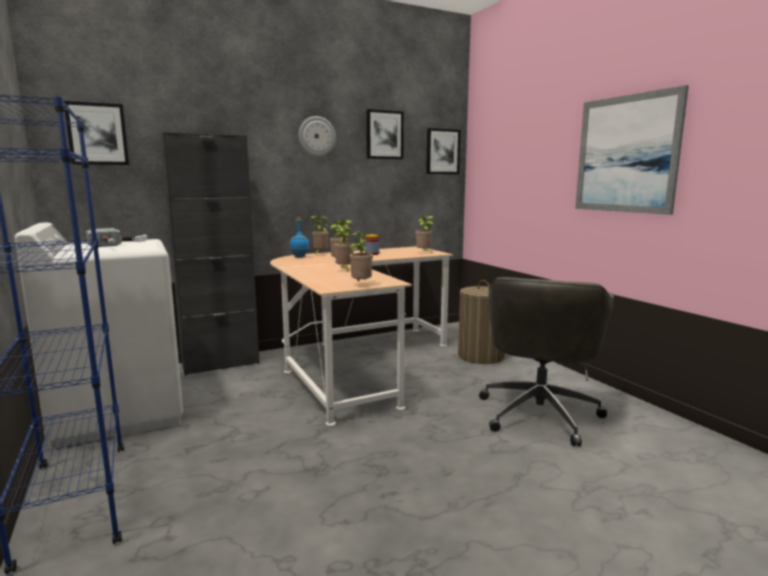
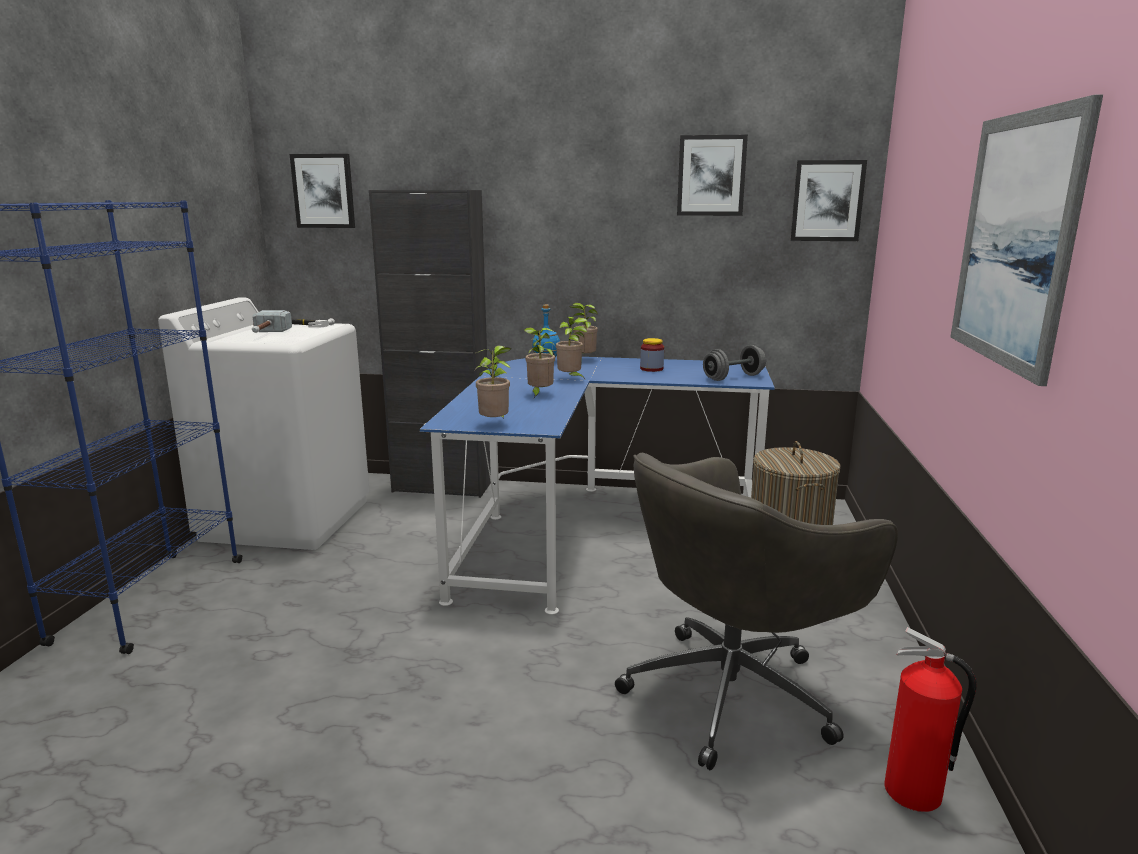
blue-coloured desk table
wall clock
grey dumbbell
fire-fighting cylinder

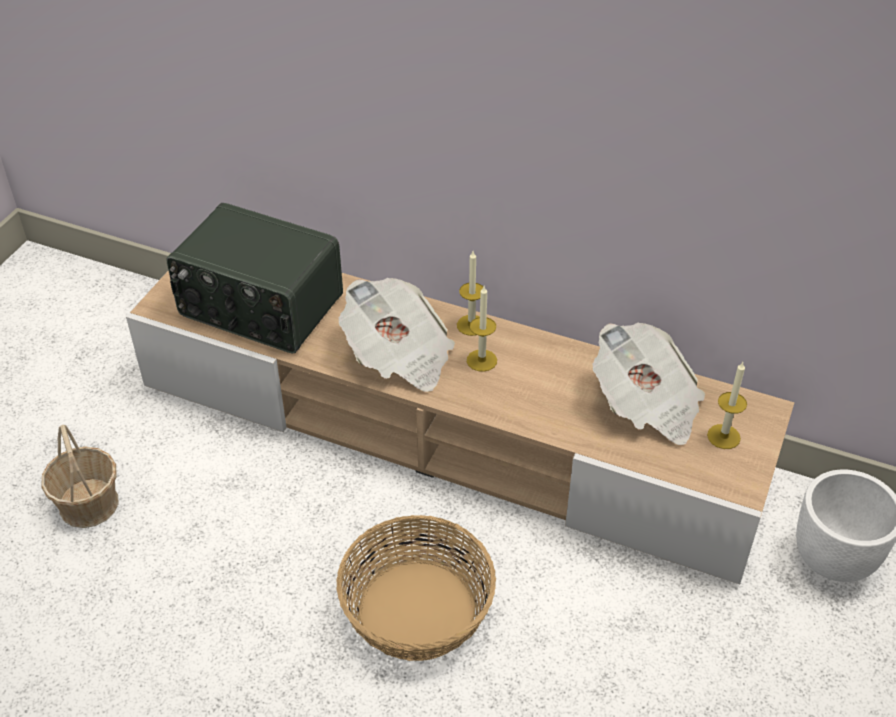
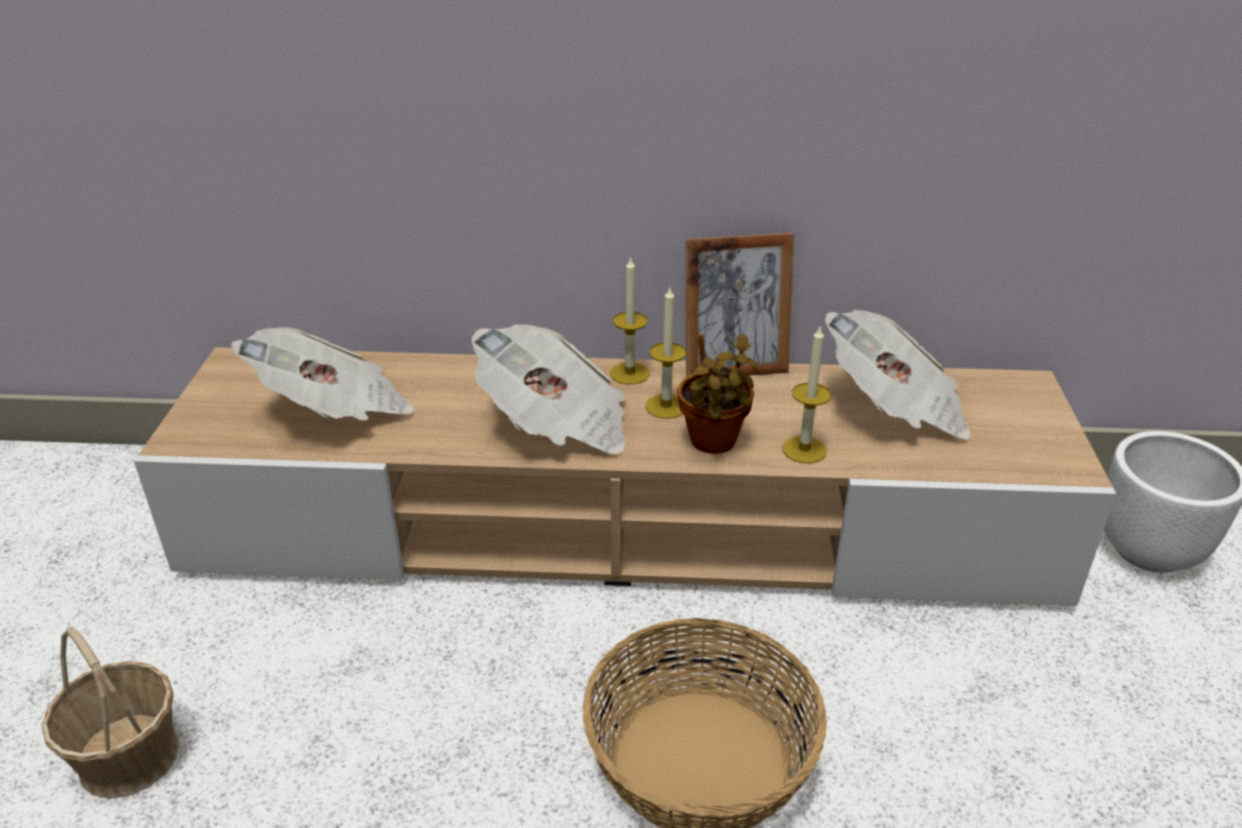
newspaper (no. 1 from left)
wax candle (no. 3 from left)
houseplant
photo frame

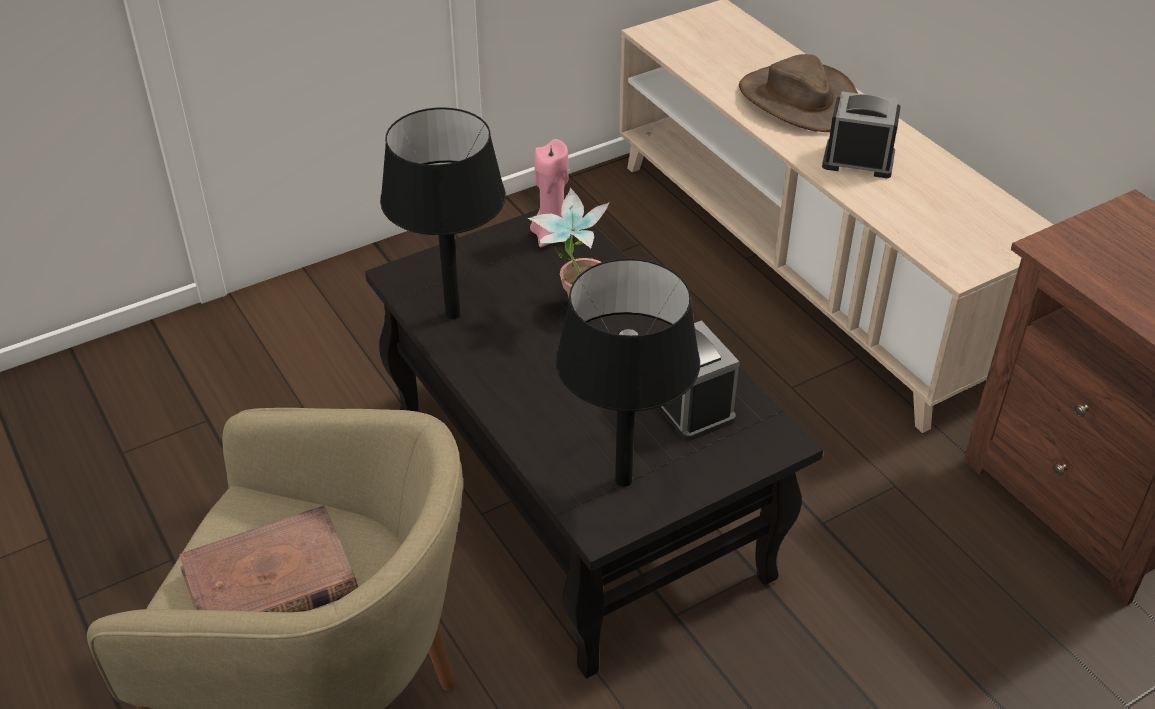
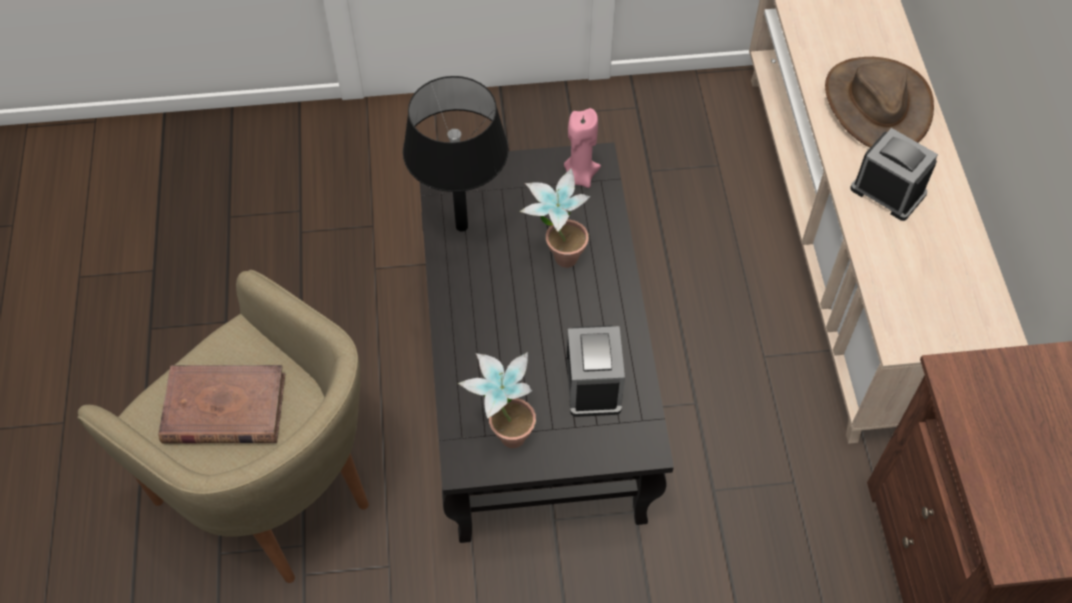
houseplant (no. 1 from left)

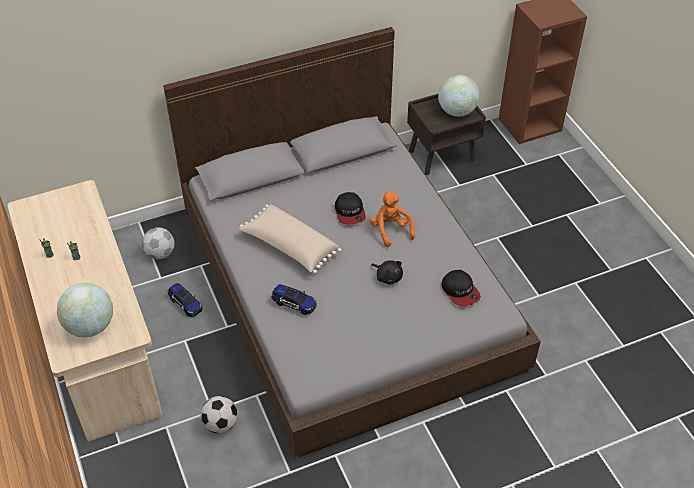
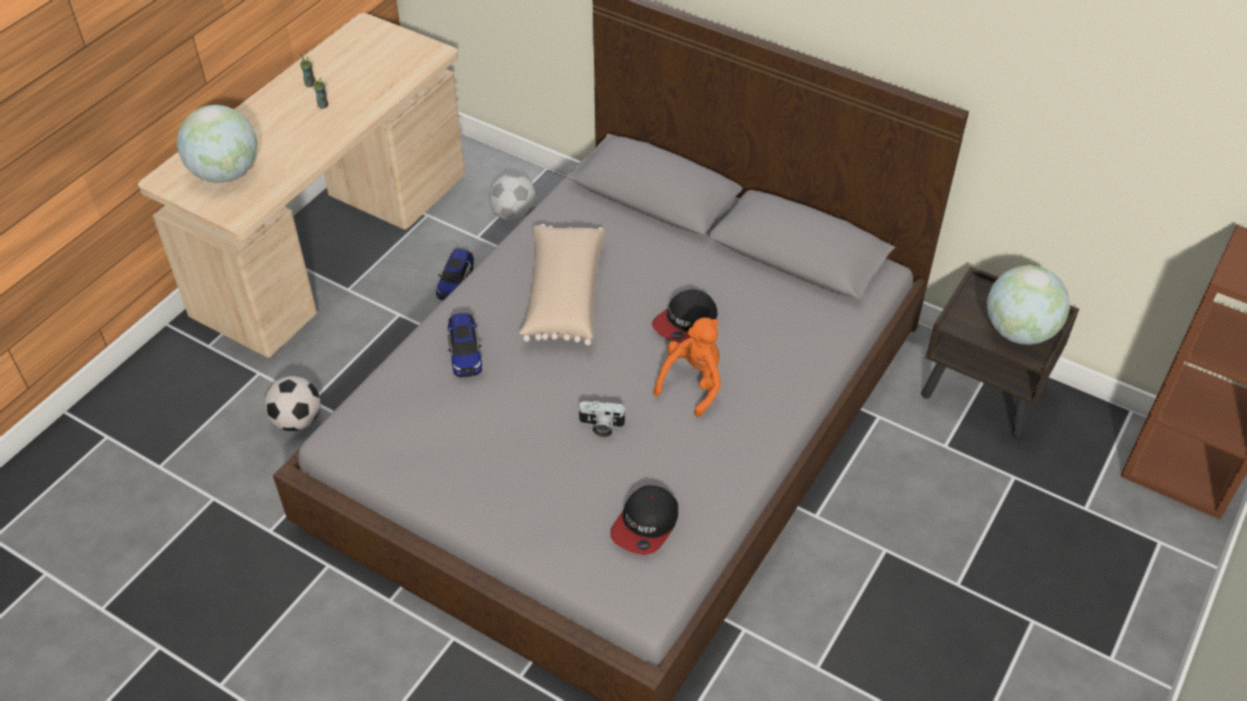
photo camera

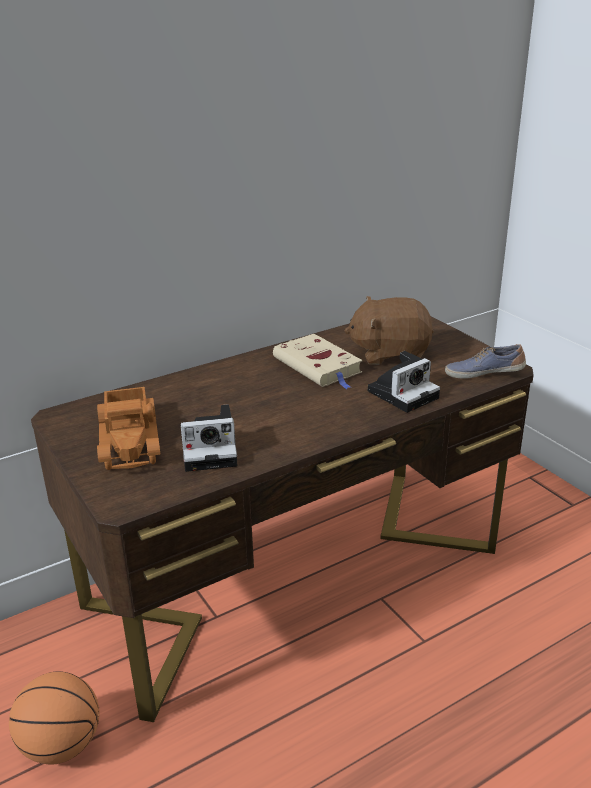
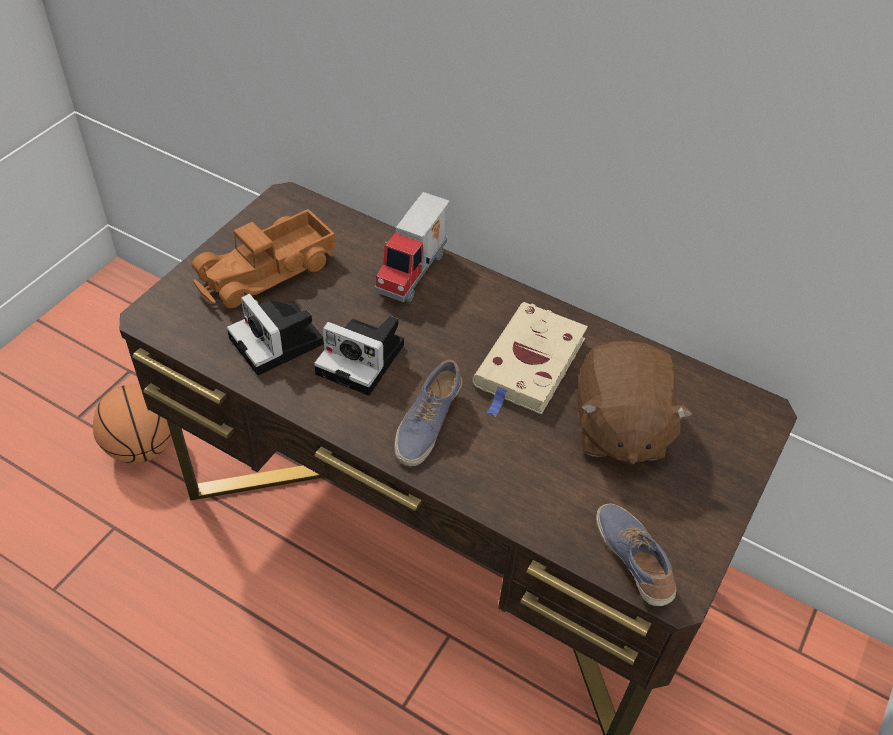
brown-coloured plush toy
photo camera (no. 2 from left)
toy truck (no. 2 from left)
shoe (no. 1 from left)

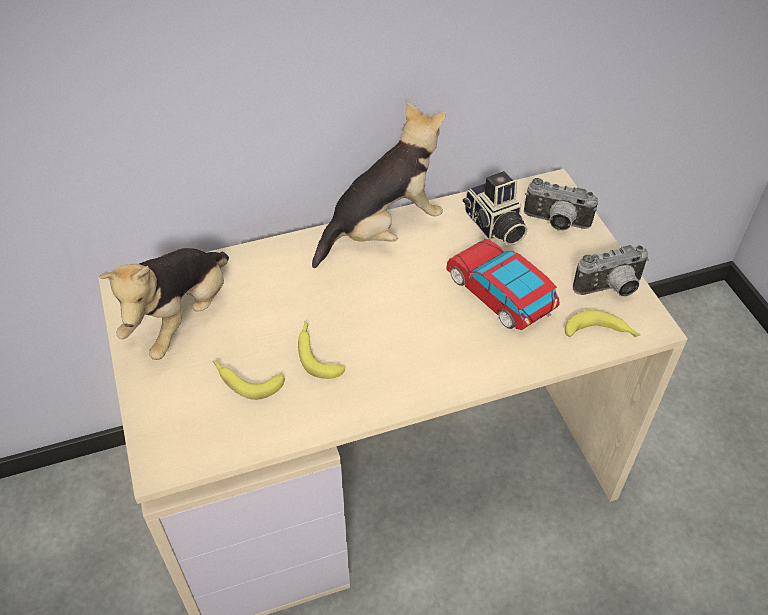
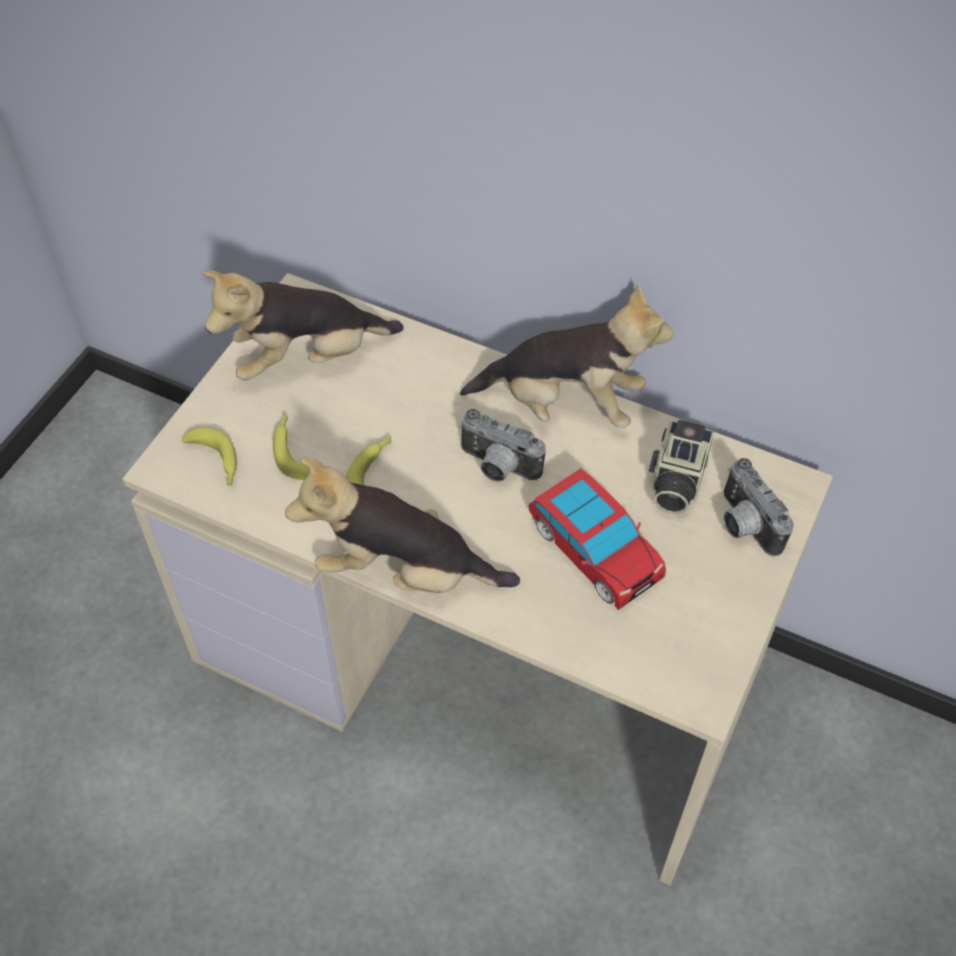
miniature car
banana fruit (no. 1 from left)
photo camera (no. 1 from left)
plush toy (no. 2 from left)

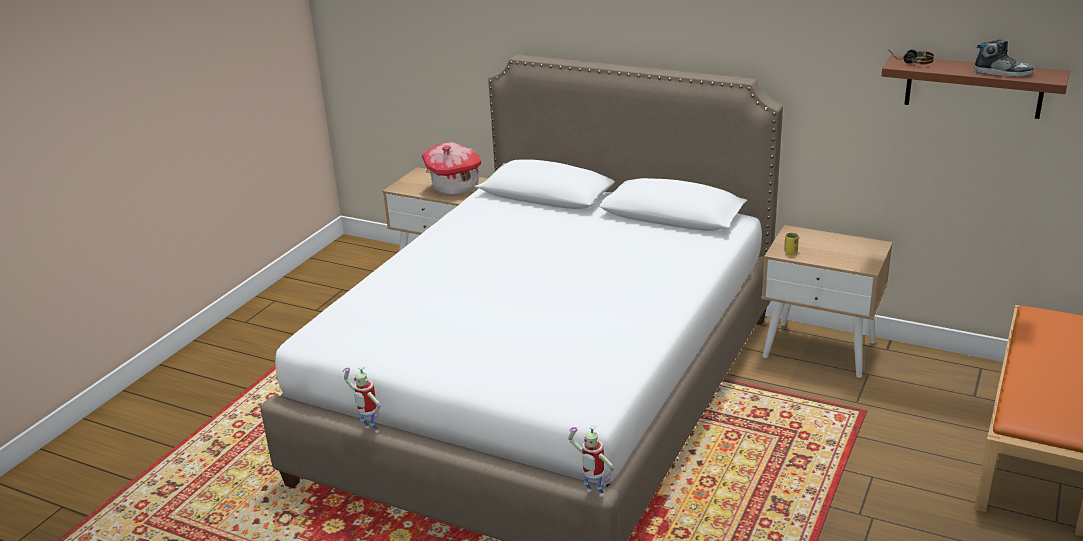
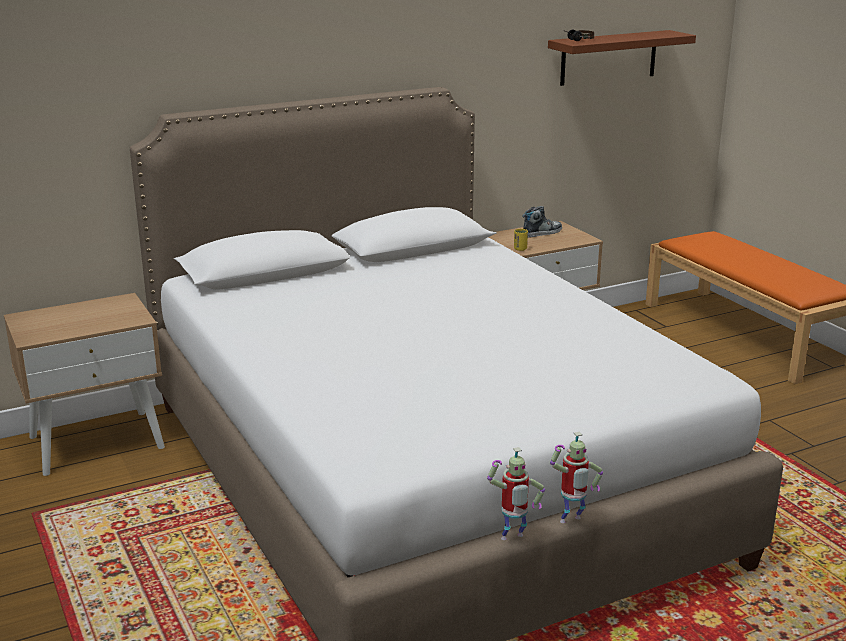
toy house
robot figure (no. 2 from left)
shoe

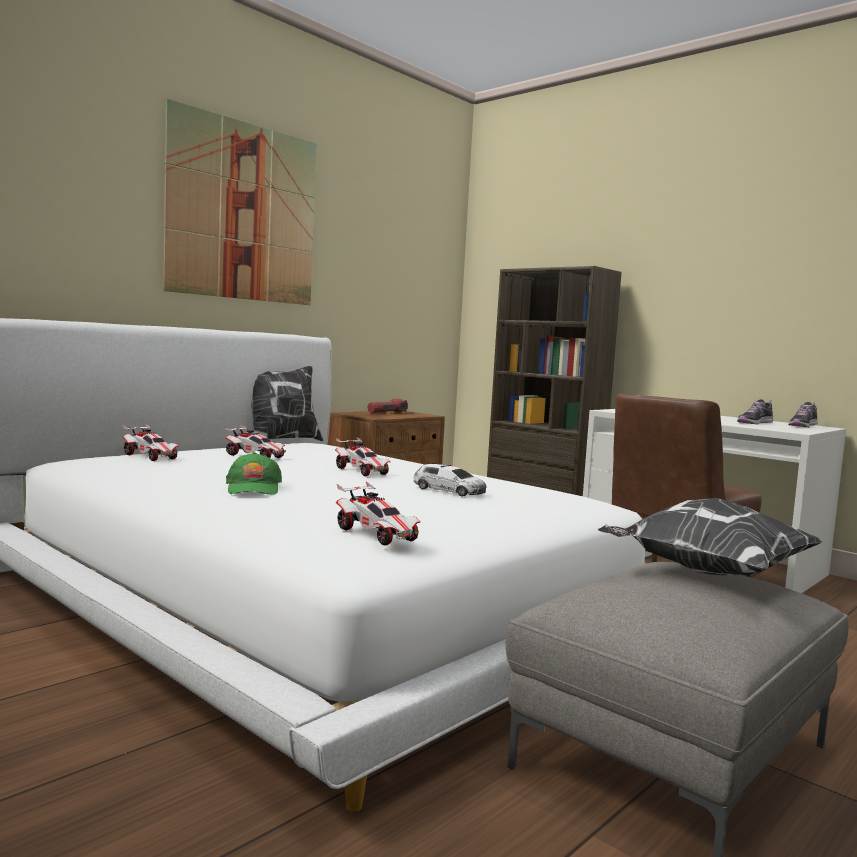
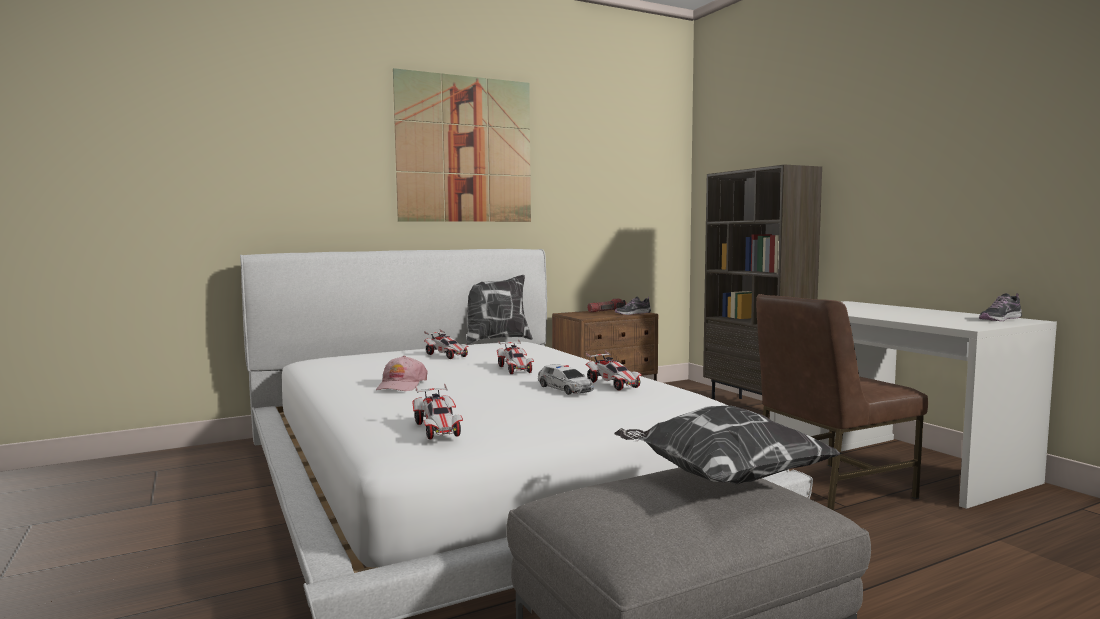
miniature car (no. 5 from left)
pinkish peaked cap
shoe (no. 1 from left)

